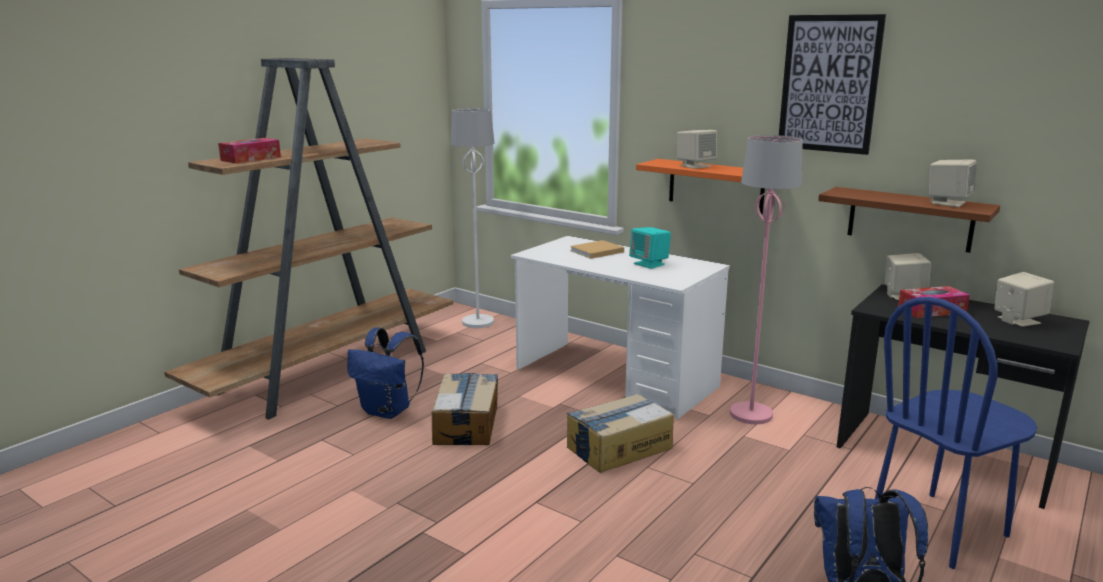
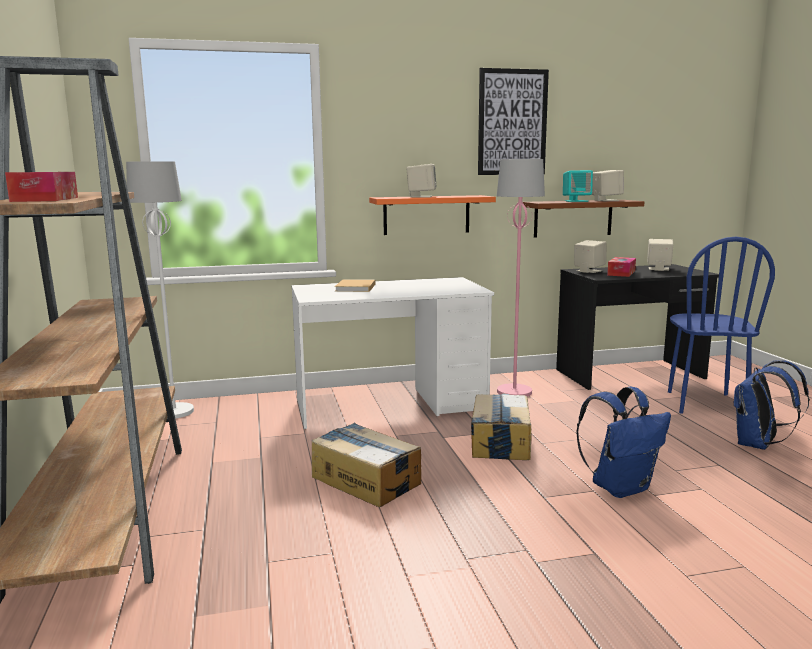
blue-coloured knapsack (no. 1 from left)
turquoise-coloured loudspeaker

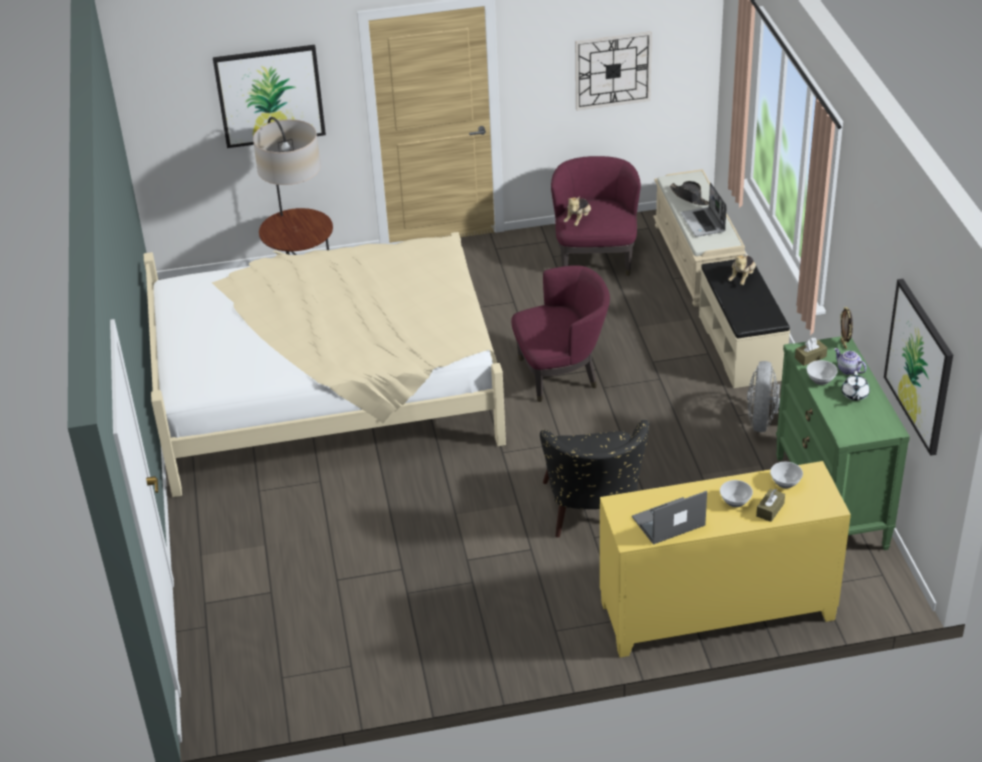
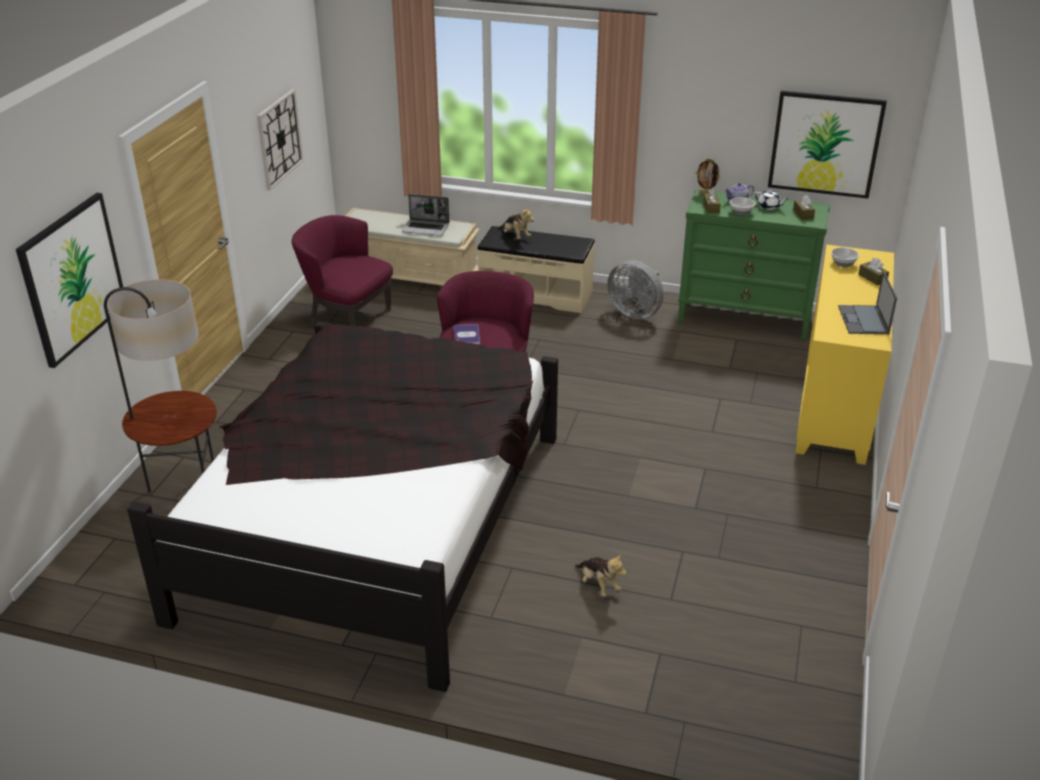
black-coloured sleeping bed
black-coloured easy chair
plush toy (no. 2 from left)
black-coloured clothing hat
bowl (no. 1 from left in the first image)
bound book
brown-coloured tissue holder (no. 2 from left)

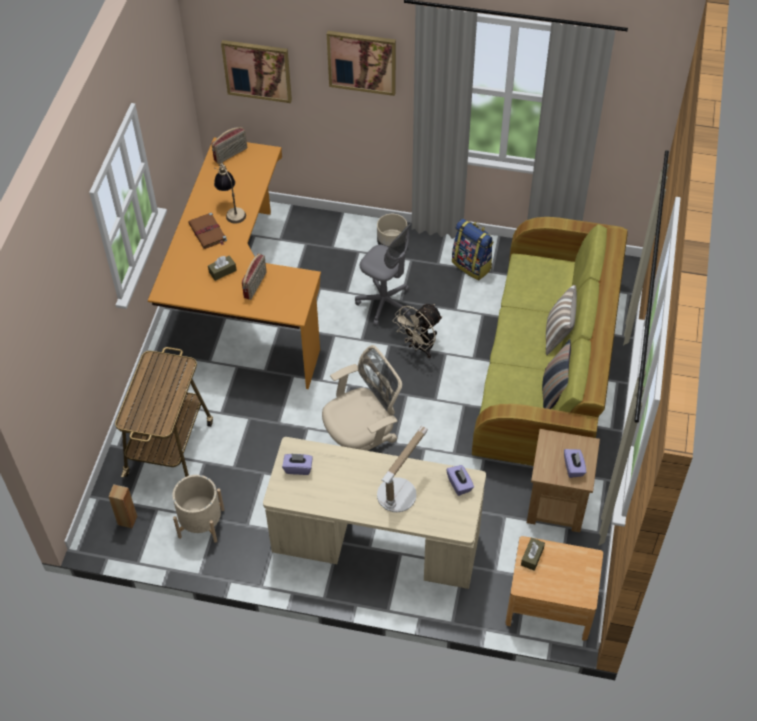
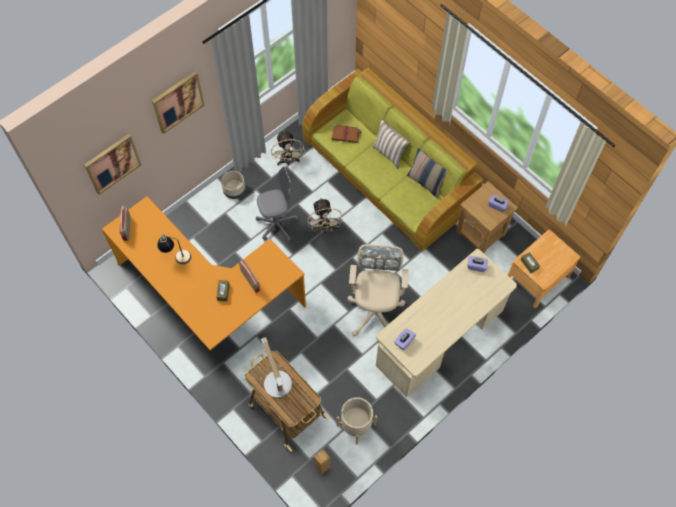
brown-coloured bound book
table lamp (no. 2 from left)
sand-coloured fan (no. 1 from left)

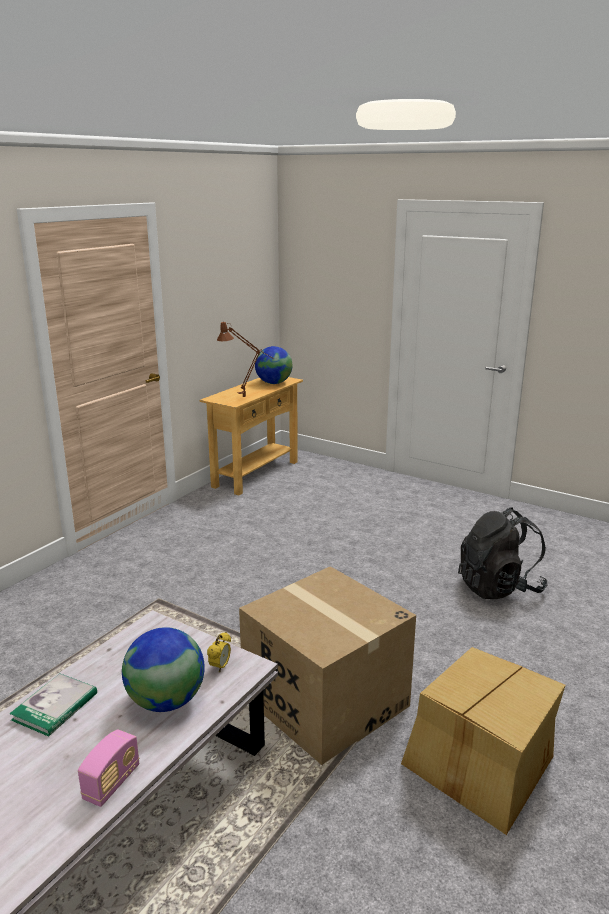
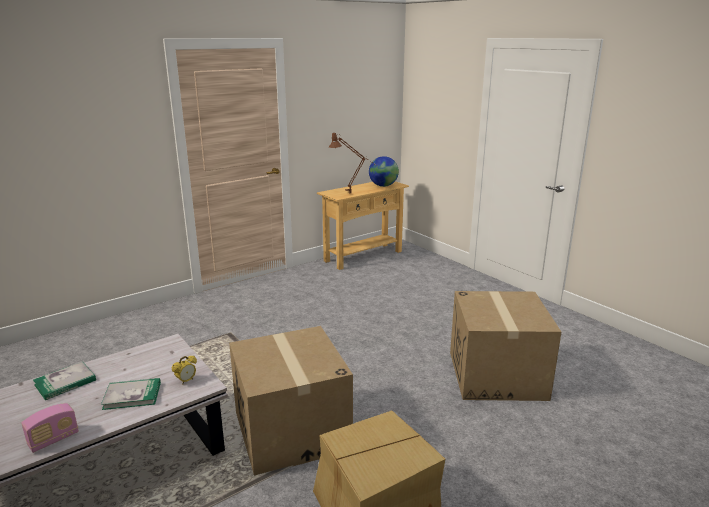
bound book (no. 2 from left)
carton (no. 3 from left)

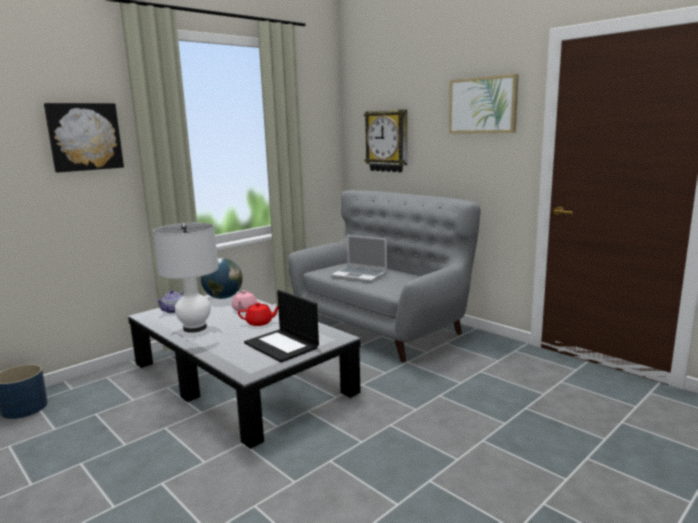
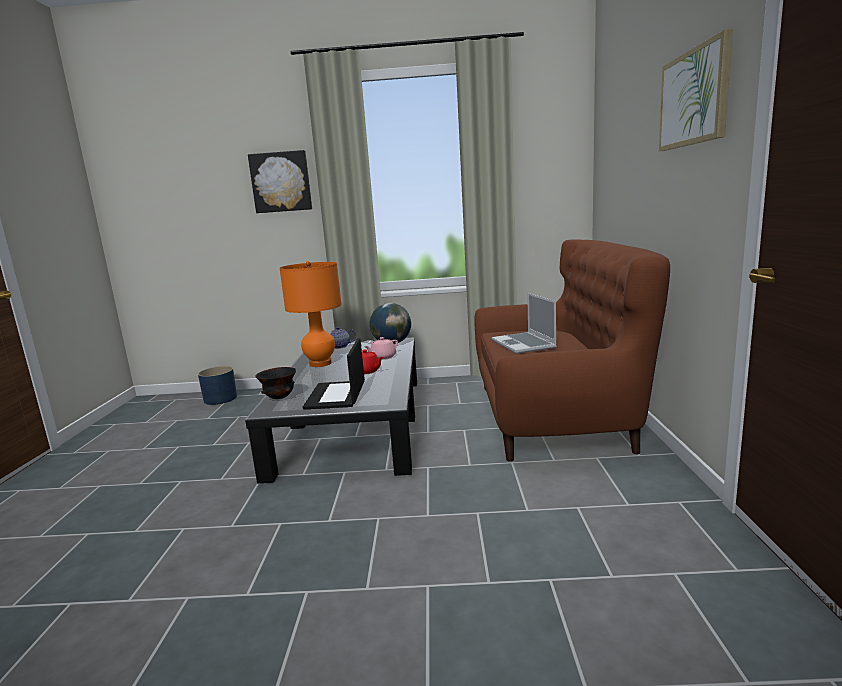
orangey table lamp
brown-coloured settee
wall clock
black-coloured bowl

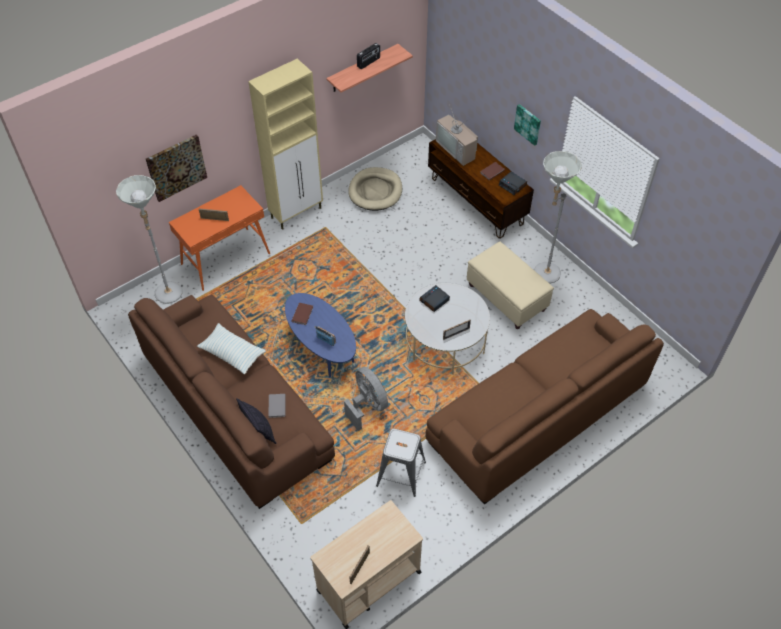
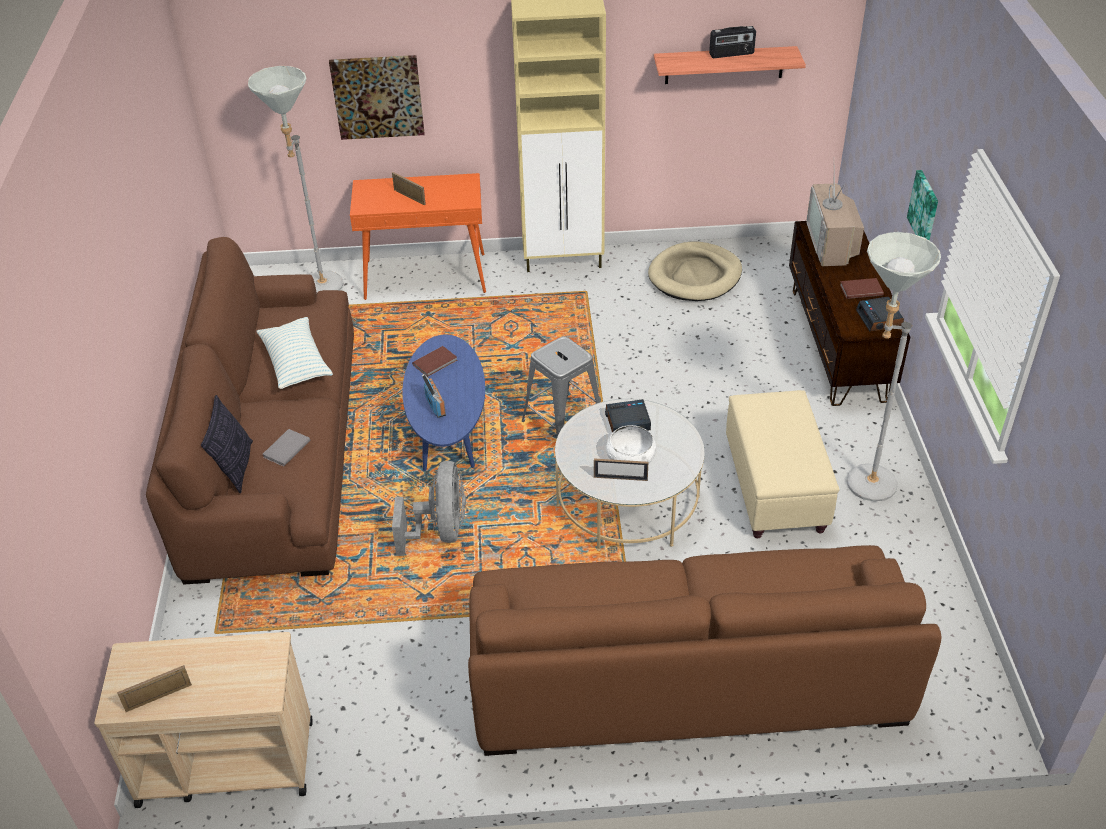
grey stool seat
whitish bowl

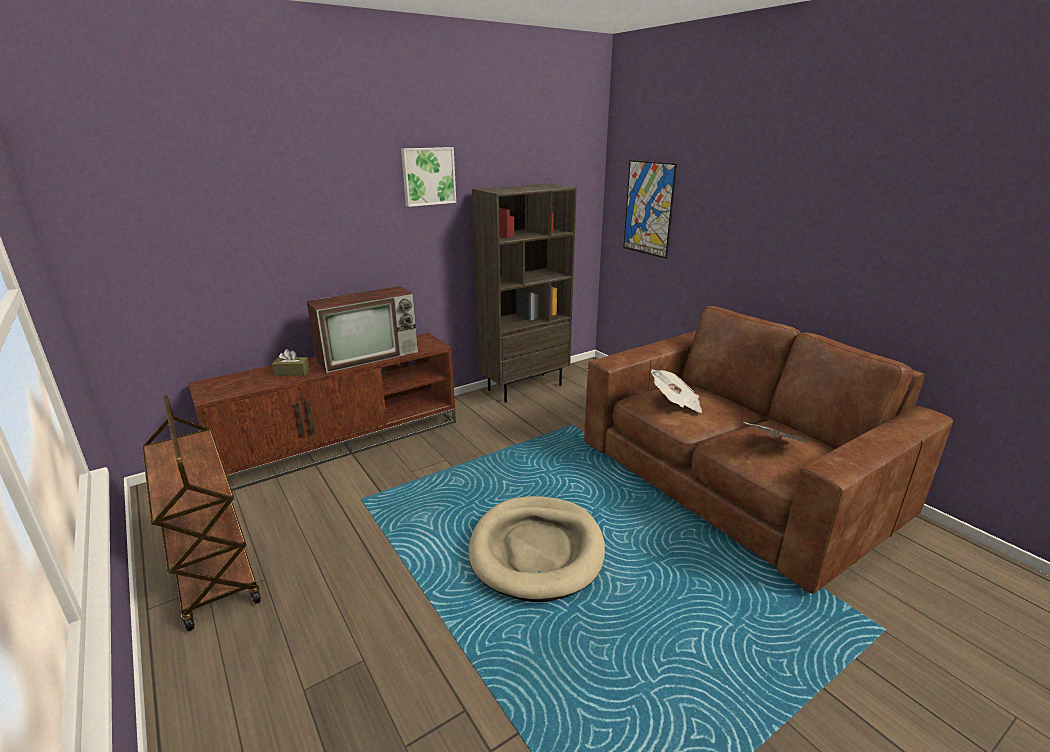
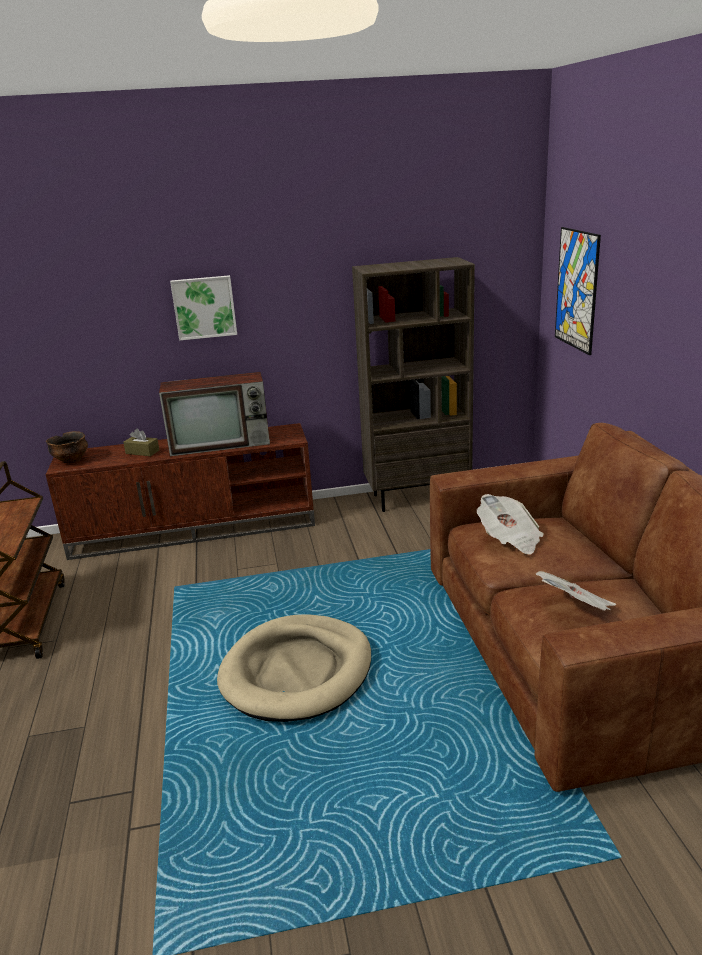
picture (no. 1 from left)
bowl

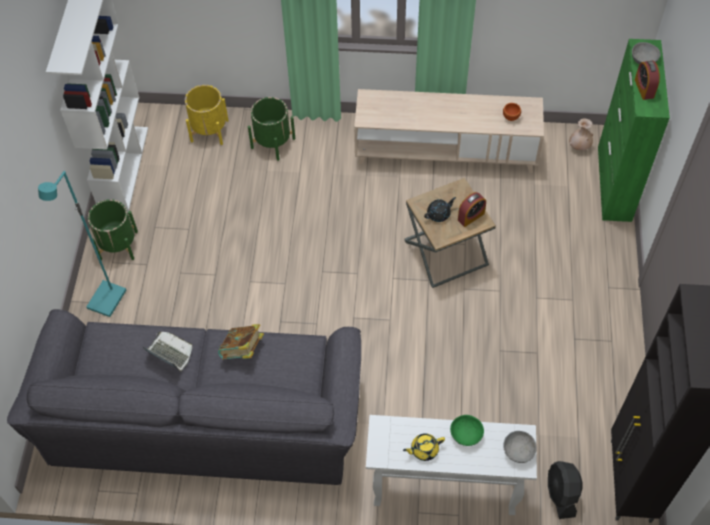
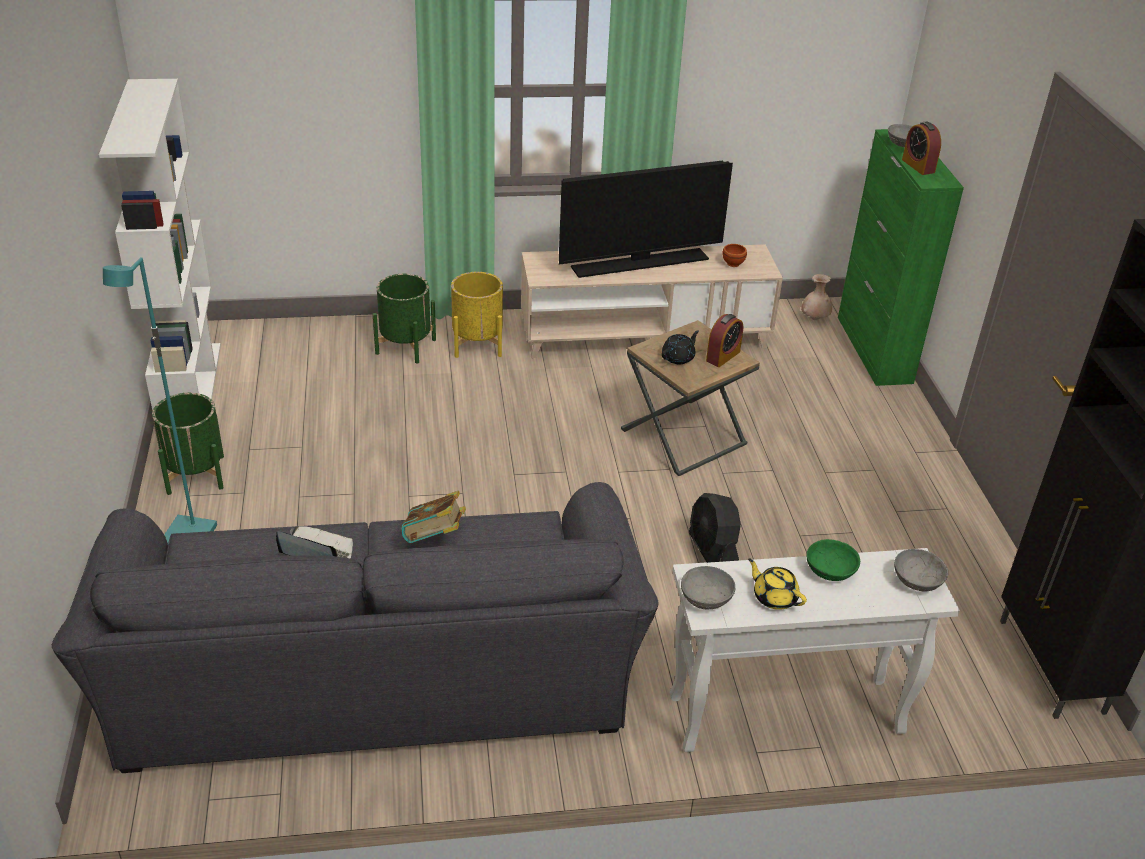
yellow flower pot
yellow teapot
black-coloured fan
television
grey bowl (no. 1 from left)

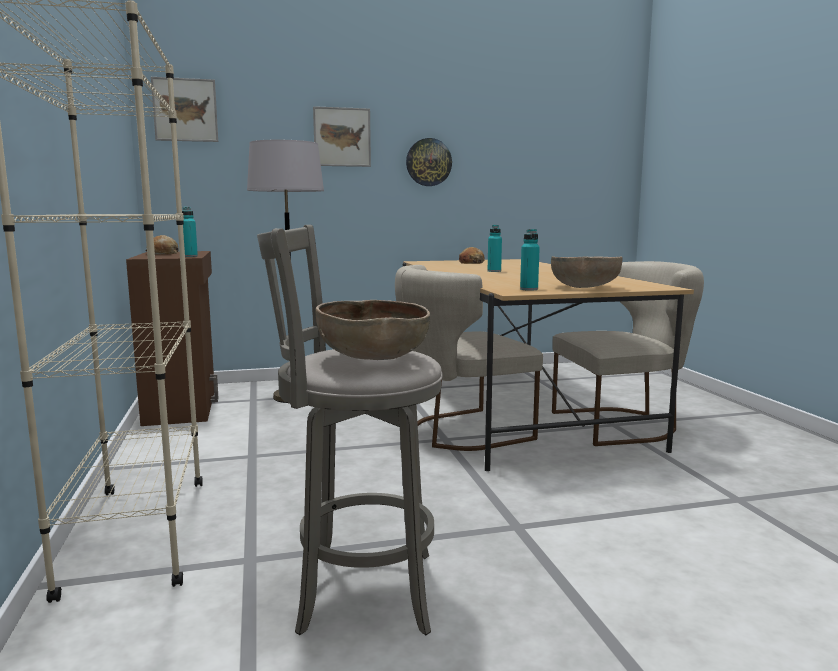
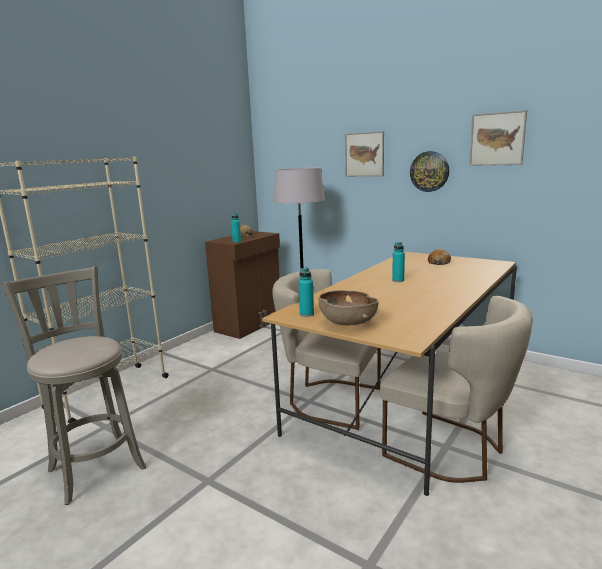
picture (no. 2 from left)
brown-coloured bowl (no. 1 from left in the first image)

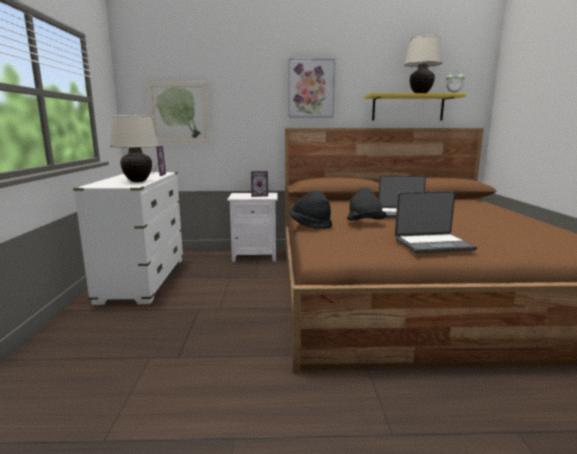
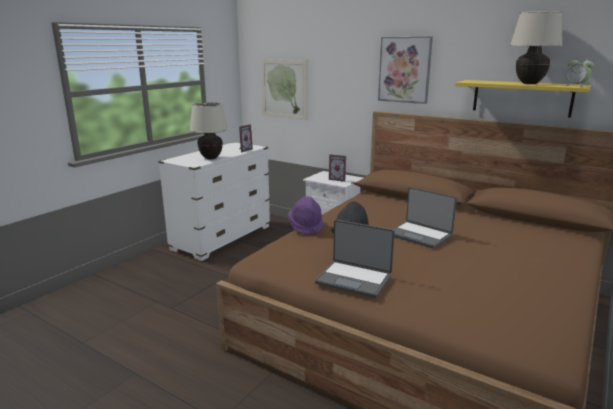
purple-coloured clothing hat

